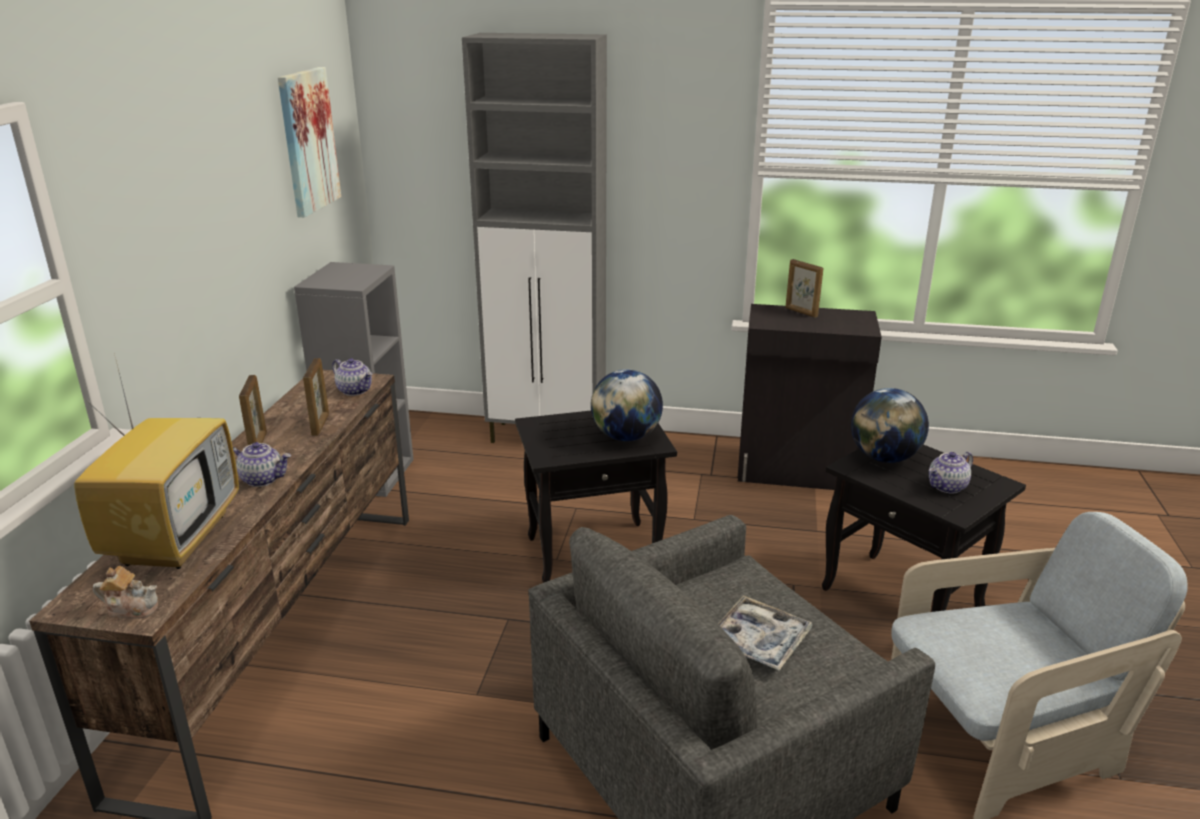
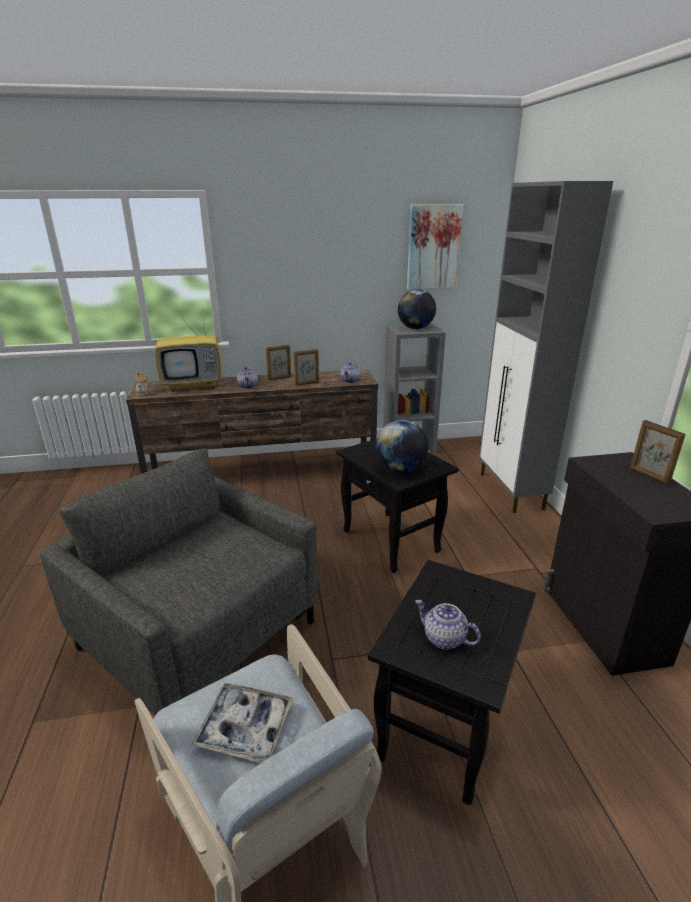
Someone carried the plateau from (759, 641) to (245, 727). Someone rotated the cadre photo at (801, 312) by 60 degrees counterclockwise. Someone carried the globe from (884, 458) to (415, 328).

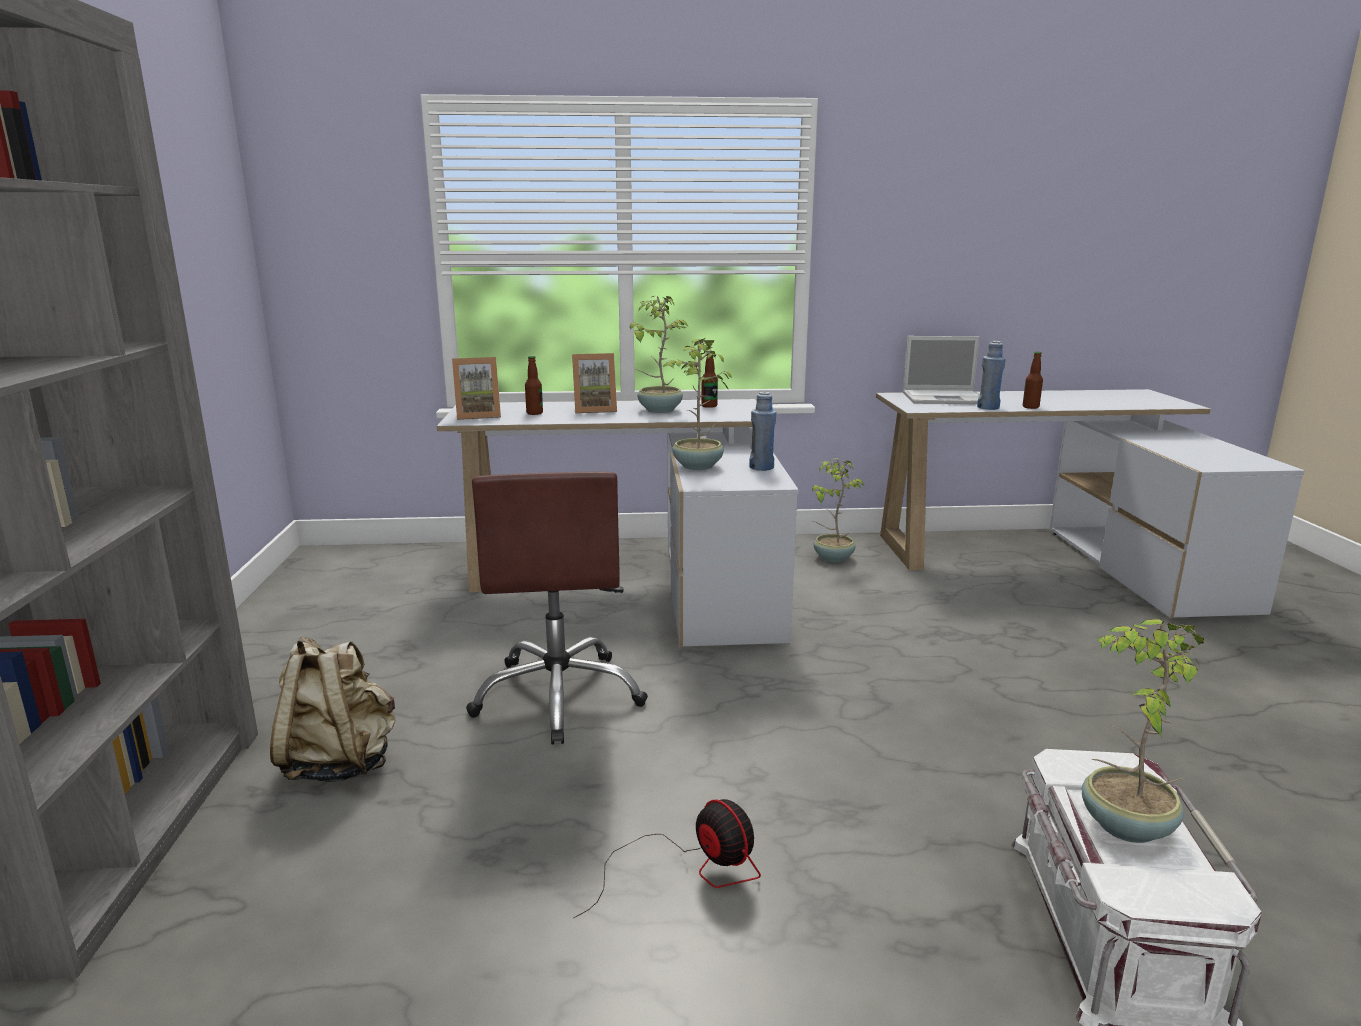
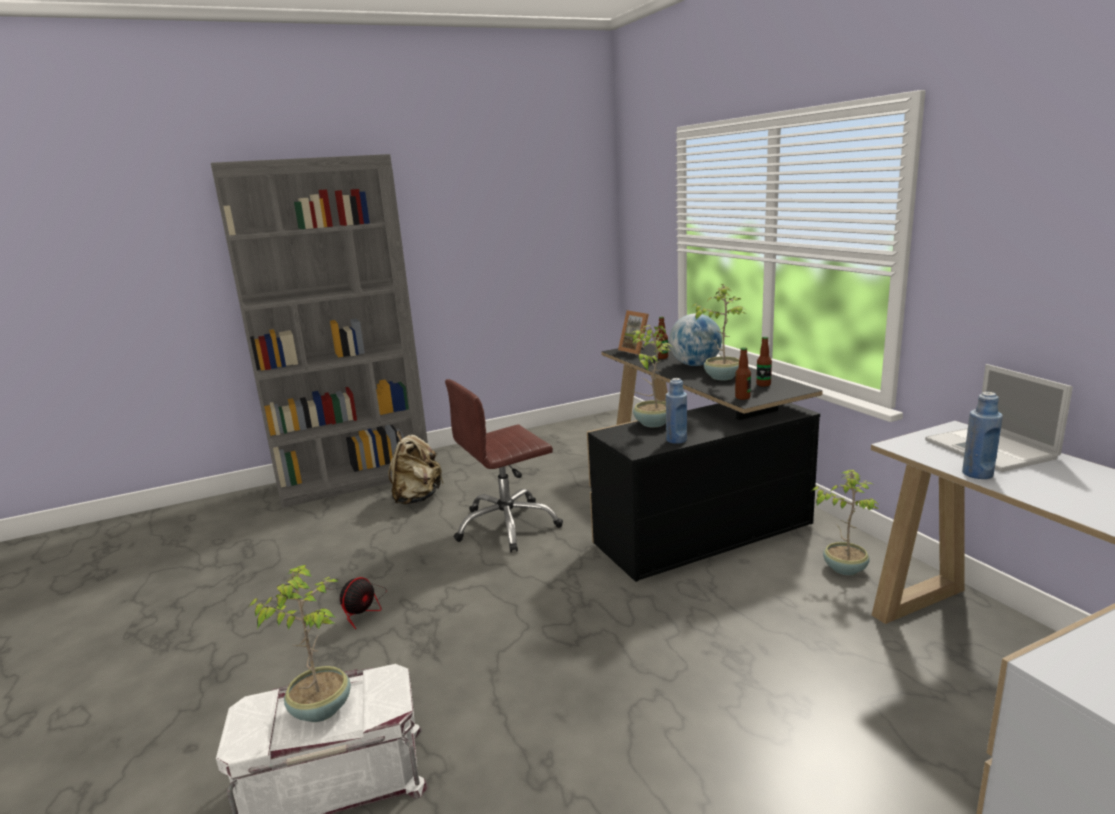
Someone repainted the bureau [blanc] at (642, 580), which became the bureau [noir] at (689, 504). Someone swapped the cadre photo at (594, 410) for the globe at (695, 365). Someone carried the bouteille from (1030, 407) to (742, 397).

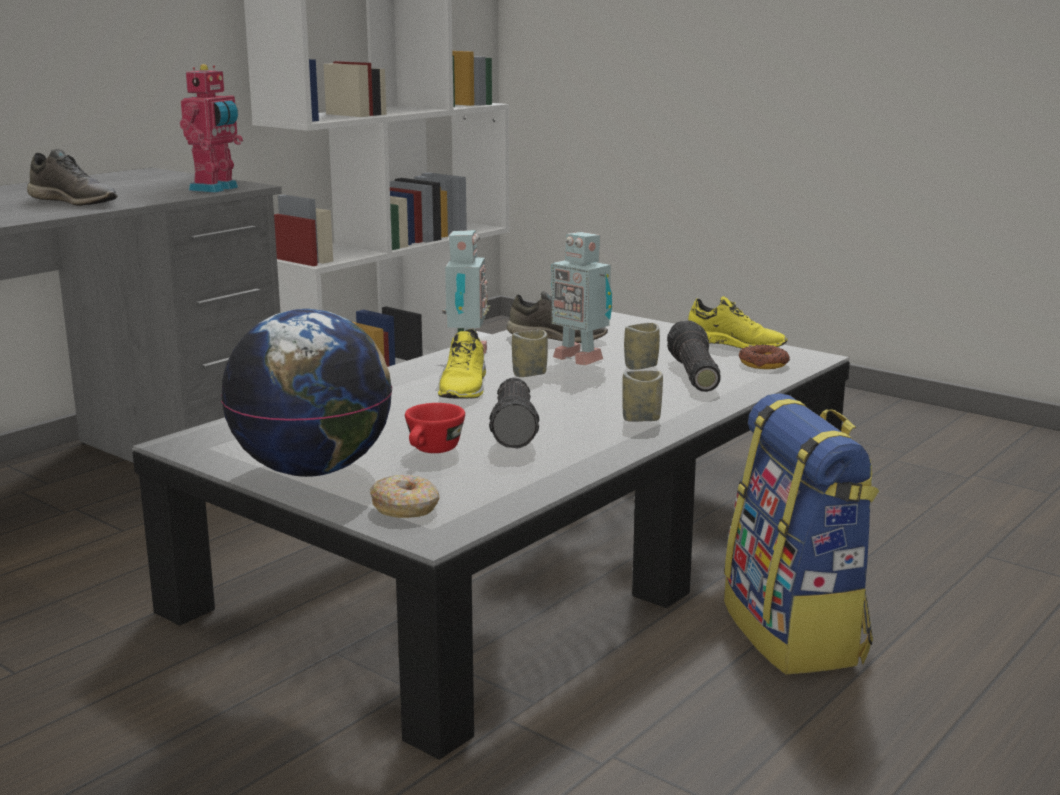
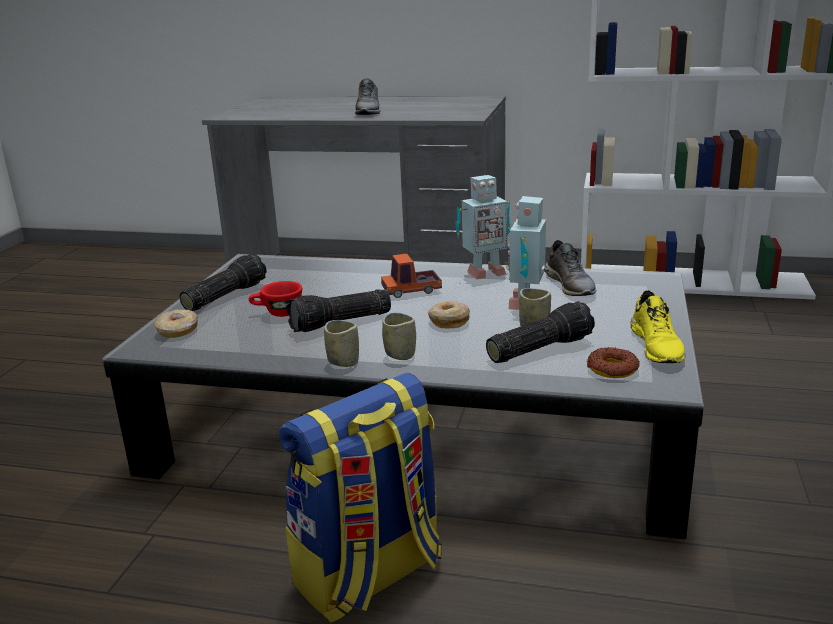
Someone took away the robot jouet at (216, 189). Someone swapped the globe at (313, 470) for the lampe de poche at (224, 296). Someone swapped the chaussure [jaune] at (465, 388) for the camion jouet at (411, 290). Someone carried the tasse from (529, 374) to (343, 362). Someone put down the beignet at (448, 321).

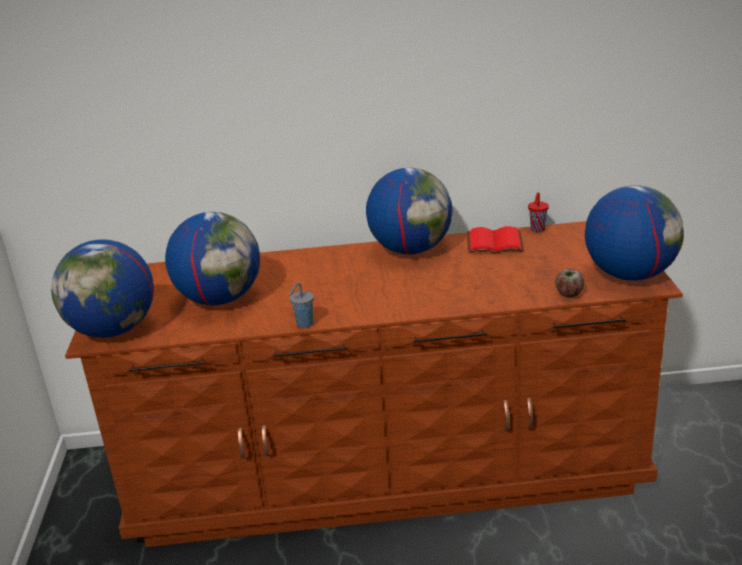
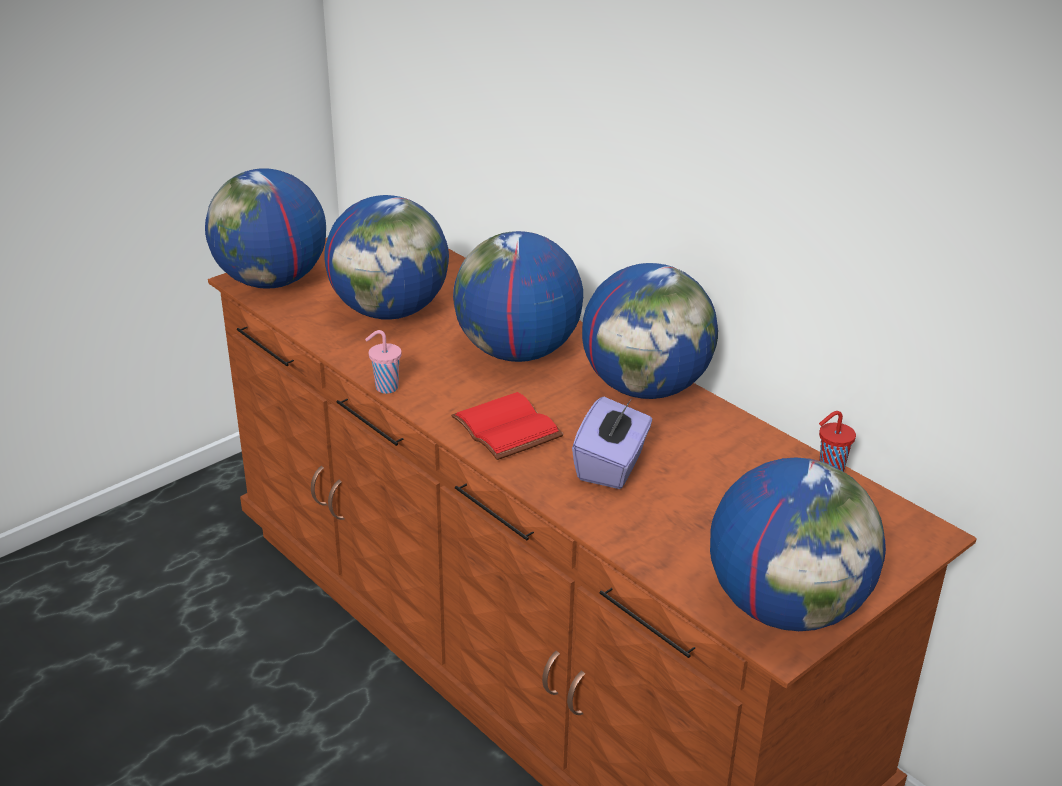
Someone repainted the tasse [gris] at (304, 324), which became the tasse [rose] at (385, 387). Someone carried the livre [rouge] from (495, 242) to (510, 428). Someone took away the pomme at (569, 294). Someone put down the globe at (517, 352). Someone put down the boîte à mouchoirs [violet] at (611, 465).

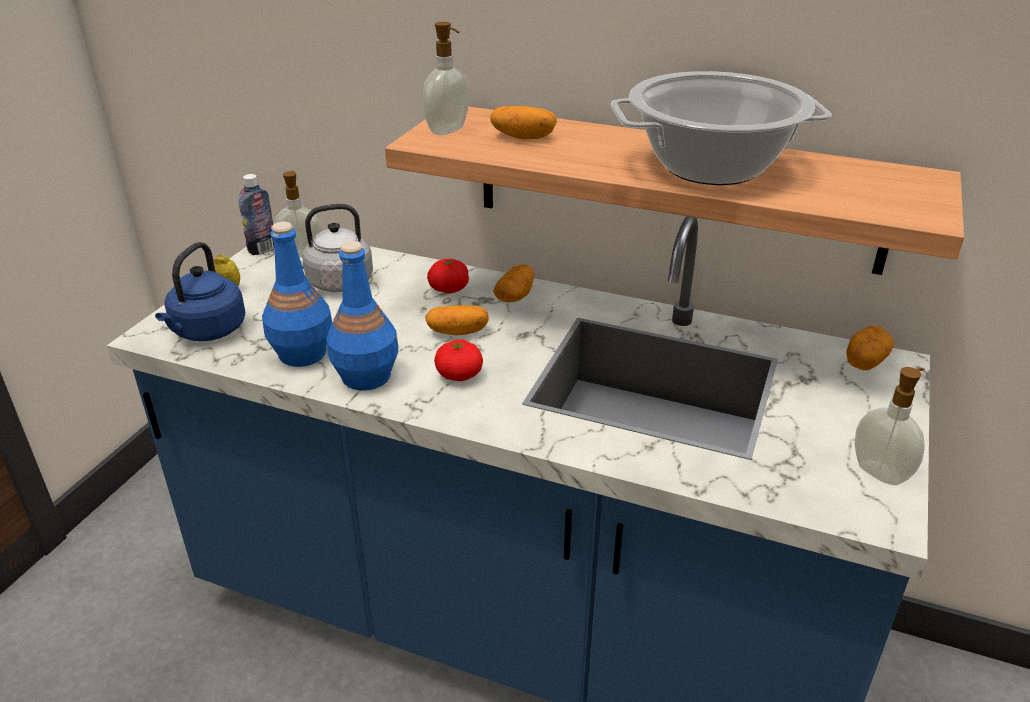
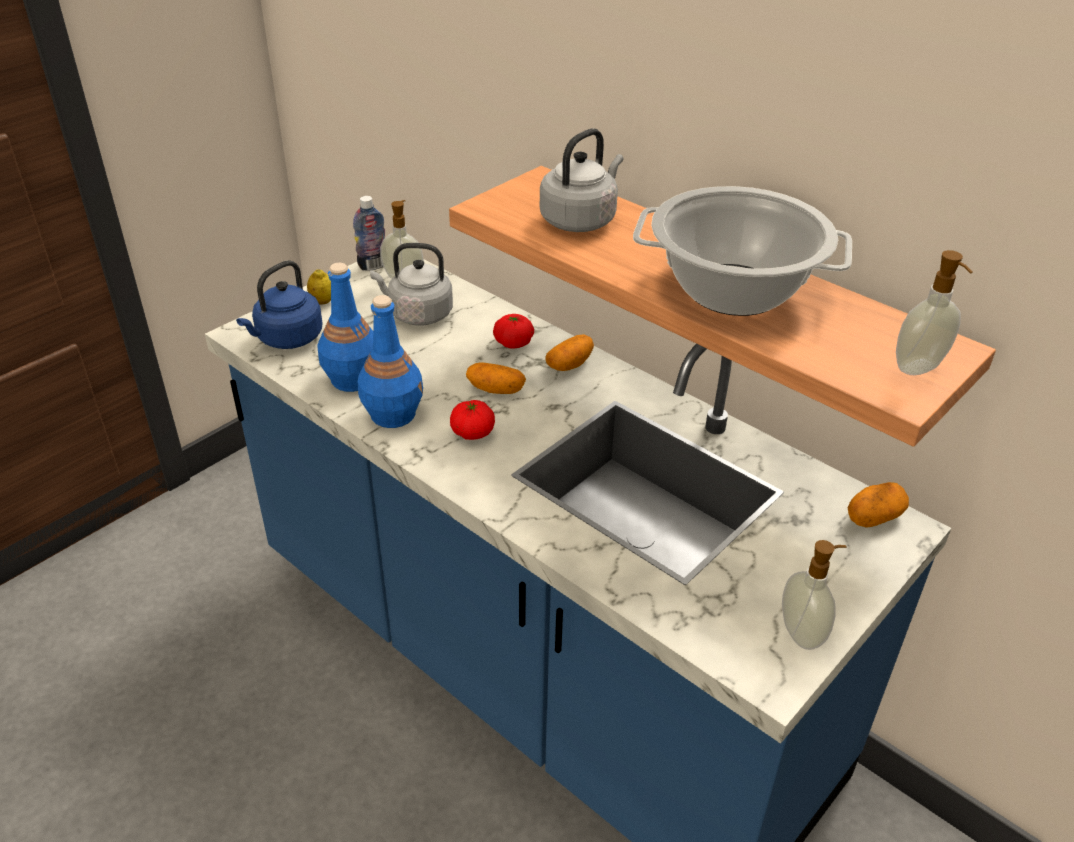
Someone carried the distributeur de savon from (448, 131) to (919, 368). Someone swapped the pomme de terre at (523, 137) for the bouilloire [gris] at (580, 220).

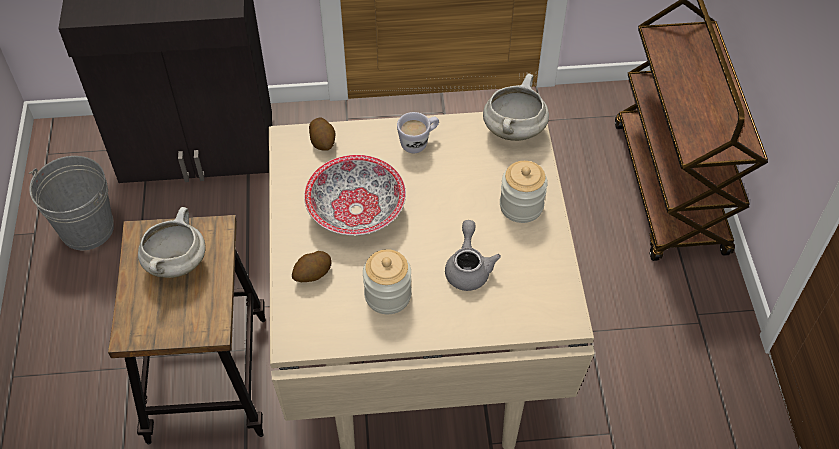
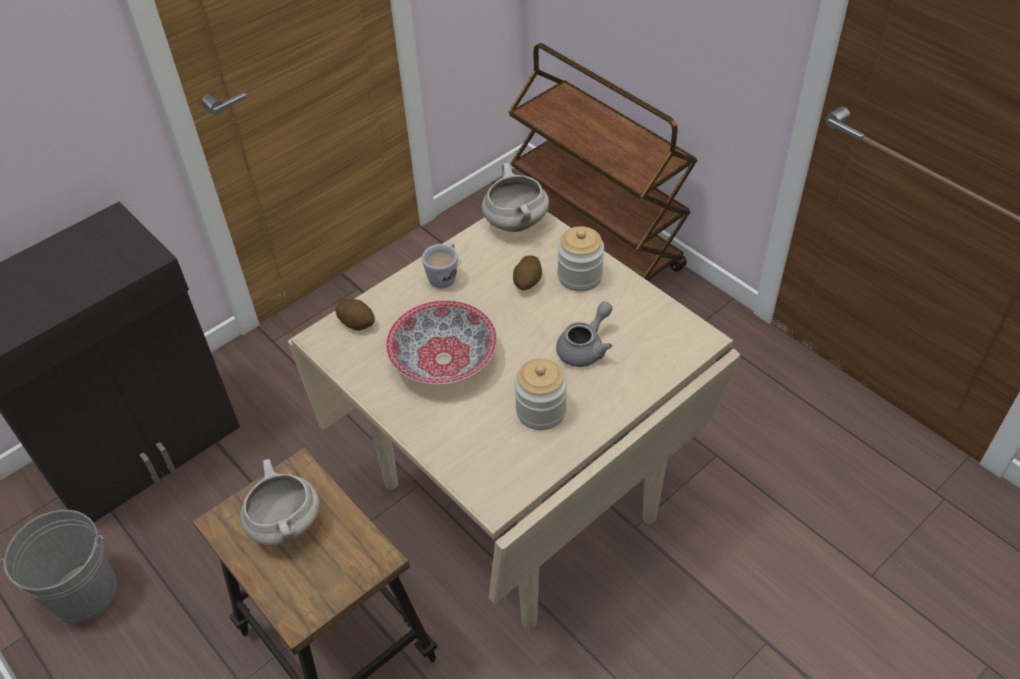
Someone carried the pomme de terre from (312, 274) to (528, 282). Someone rotated the théière [gris] at (468, 268) by 75 degrees clockwise.

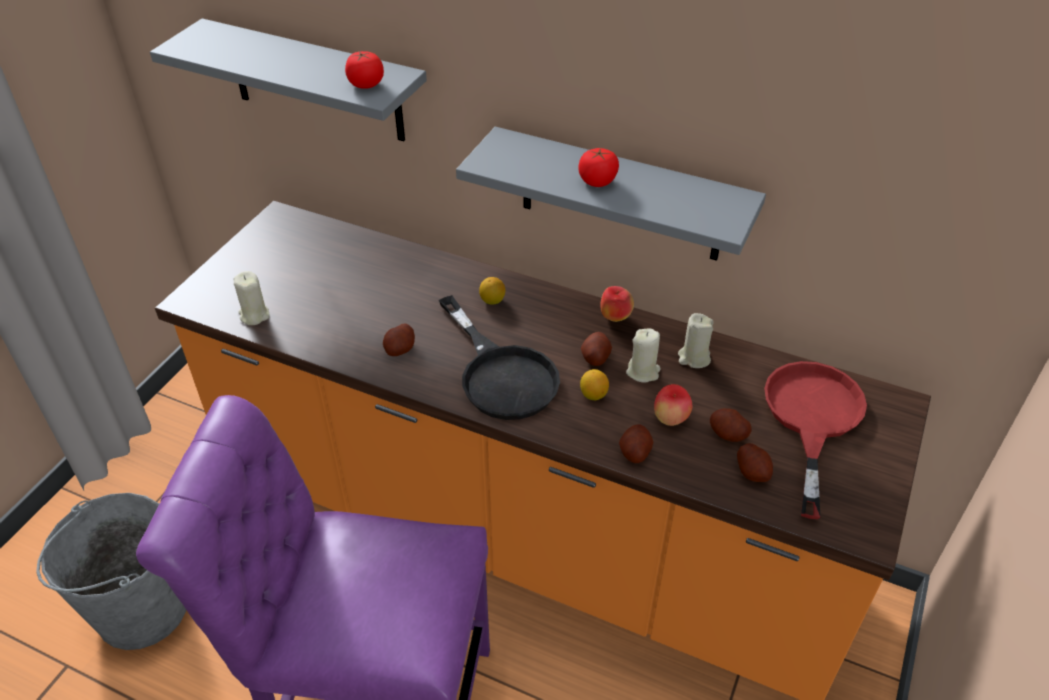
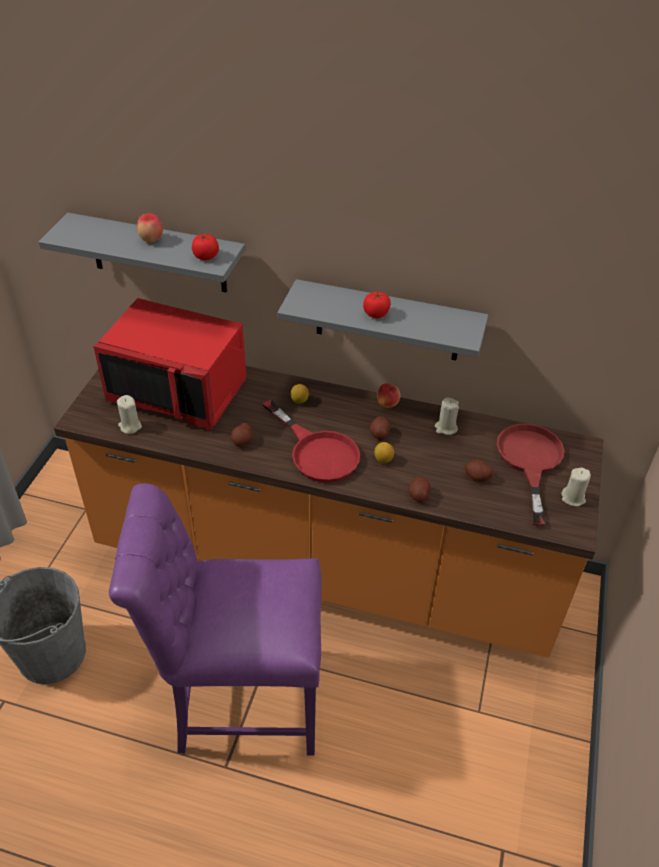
Someone repainted the poêle [noir] at (501, 374), which became the poêle [rouge] at (317, 451). Someone carried the bougie [beige] from (643, 372) to (573, 498). Someone carried the pomme from (670, 419) to (151, 240). Someone took away the pomme de terre at (752, 472). Someone put down the micro-ondes [rouge] at (179, 390).

